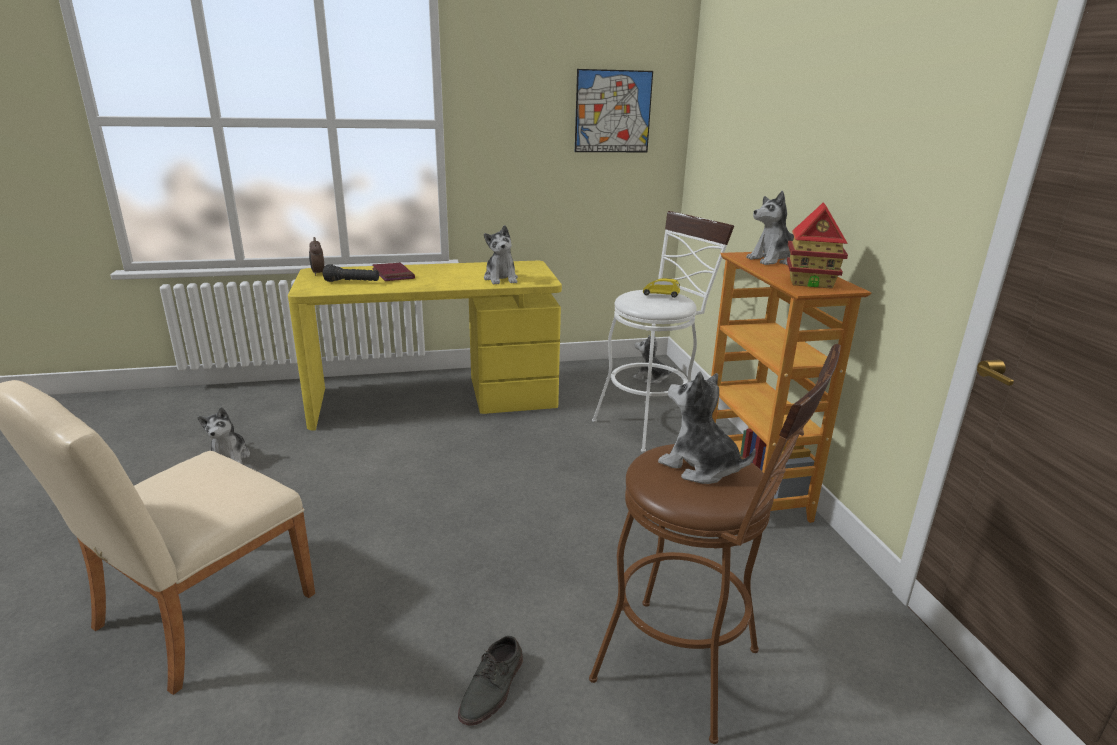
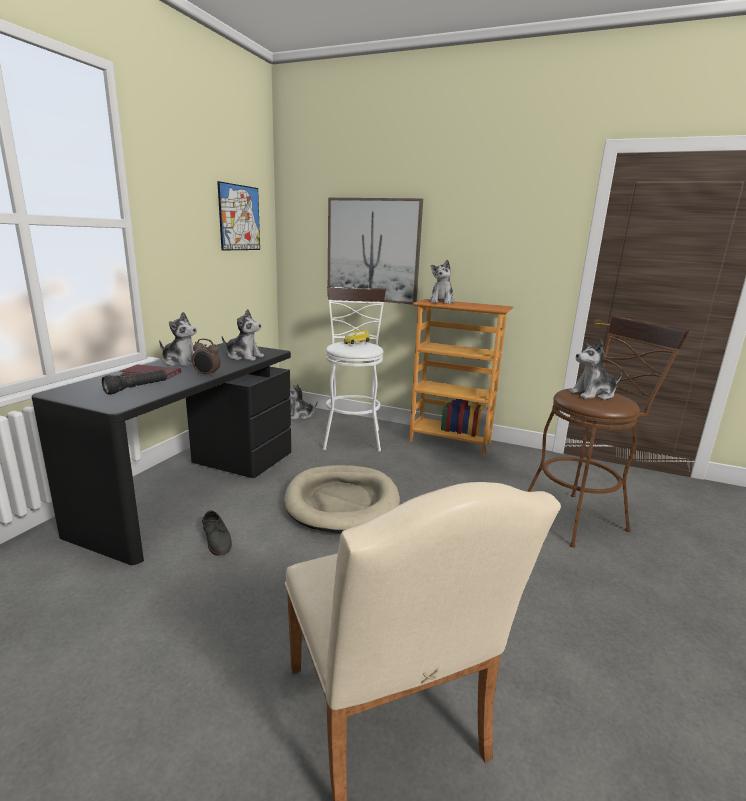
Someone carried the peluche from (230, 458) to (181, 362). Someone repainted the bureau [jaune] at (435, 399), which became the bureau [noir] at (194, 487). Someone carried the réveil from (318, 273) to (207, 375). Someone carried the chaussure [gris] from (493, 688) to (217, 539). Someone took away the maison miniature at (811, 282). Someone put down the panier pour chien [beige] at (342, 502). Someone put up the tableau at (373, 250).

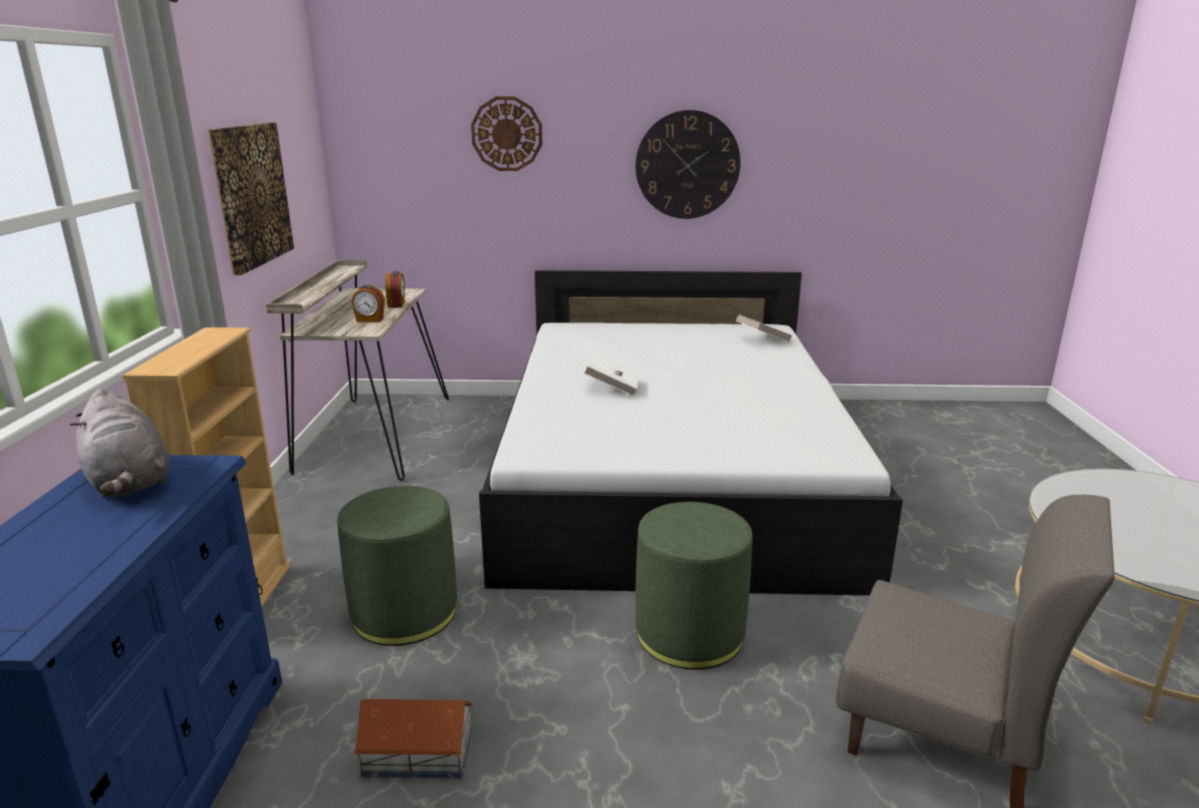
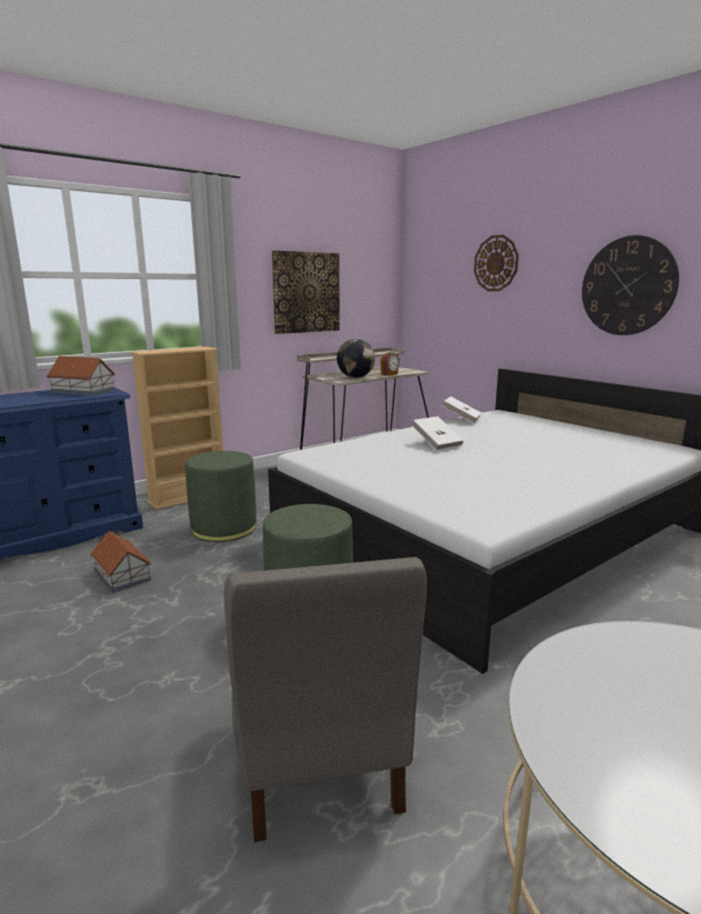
Someone swapped the peluche [gris] at (129, 483) for the maison miniature at (83, 391). Someone swapped the réveil at (370, 320) for the globe at (356, 377). Someone carried the livre [blanc] from (763, 340) to (461, 419).

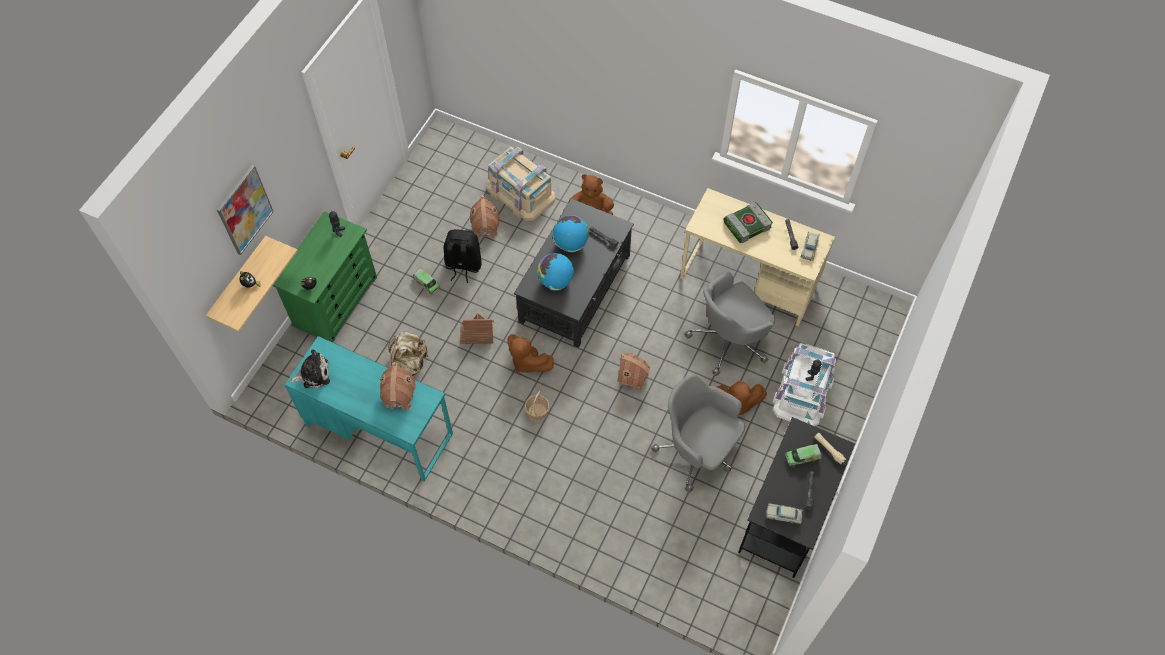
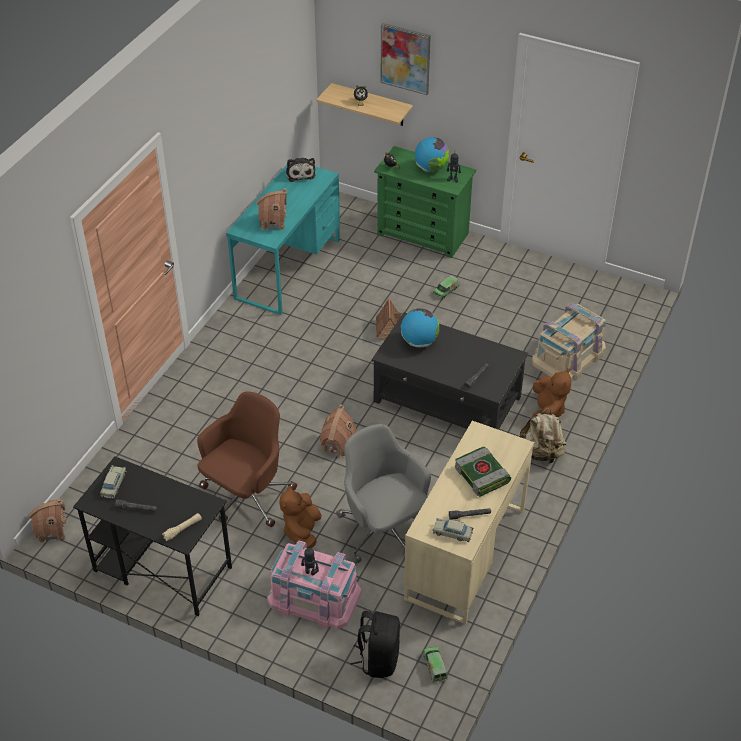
Someone carried the sac à dos [beige] from (409, 364) to (541, 453). Someone carried the sac à dos [noir] from (463, 265) to (378, 659). Someone carried the maison miniature from (485, 228) to (52, 530). Someone took away the peluche [marron] at (527, 361). Someone took away the panier at (537, 412). Someone carried the globe from (571, 243) to (431, 168). Someone repainted the chaise de bureau [gris] at (698, 451), which became the chaise de bureau [marron] at (246, 496). Someone repainted the boîte de rangement [blanc] at (803, 392), which became the boîte de rangement [rose] at (314, 597). Someone carried the camion jouet from (802, 457) to (435, 667).

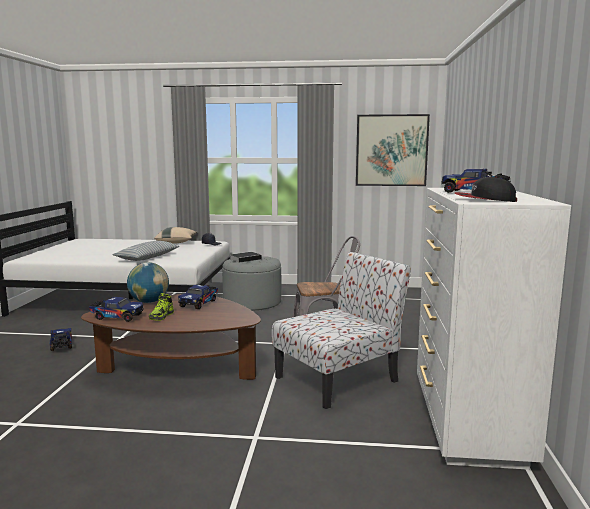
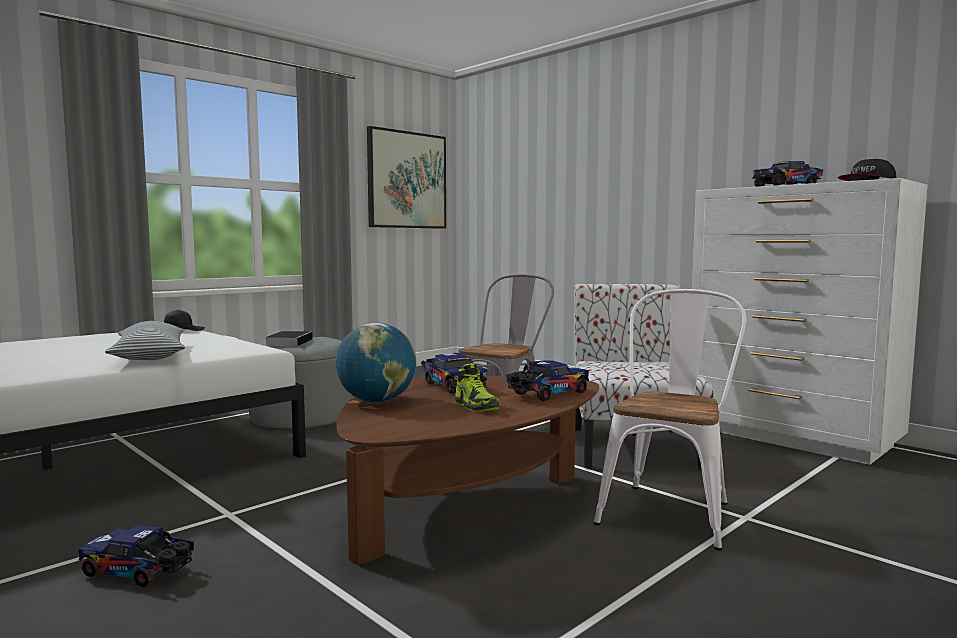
Someone carried the camion jouet from (116, 317) to (546, 395). Someone took away the coussin [beige] at (176, 242). Someone put down the chaise [blanc] at (670, 509).

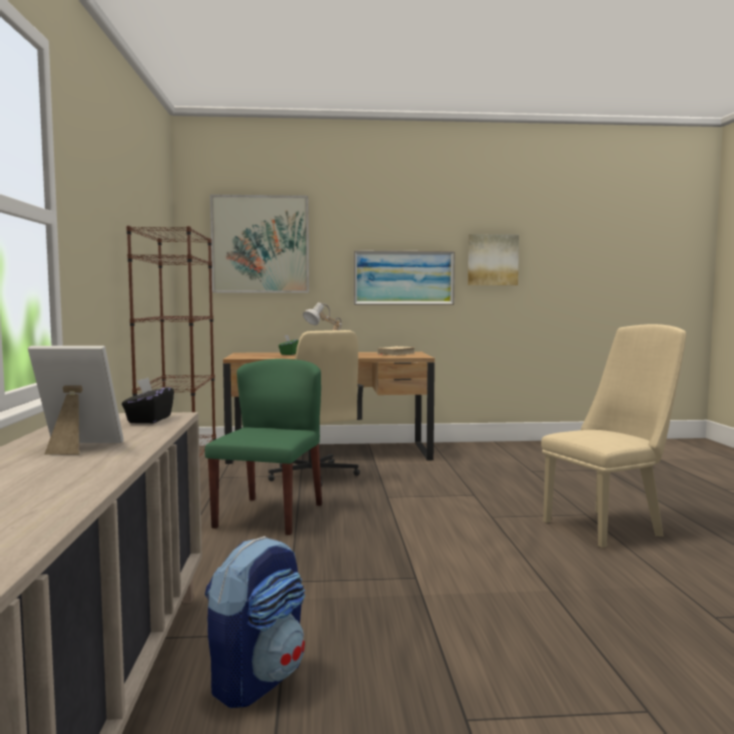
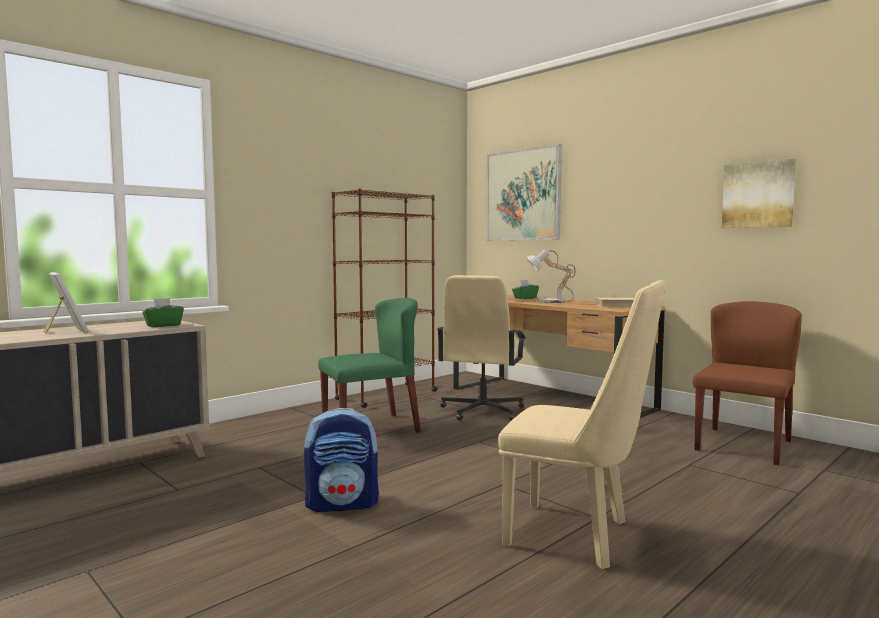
Someone repainted the boîte à mouchoirs [noir] at (149, 420), which became the boîte à mouchoirs [vert] at (163, 325). Someone carried the sac à dos from (257, 679) to (343, 504). Someone took away the tableau at (403, 278). Someone put down the chaise [marron] at (743, 445).

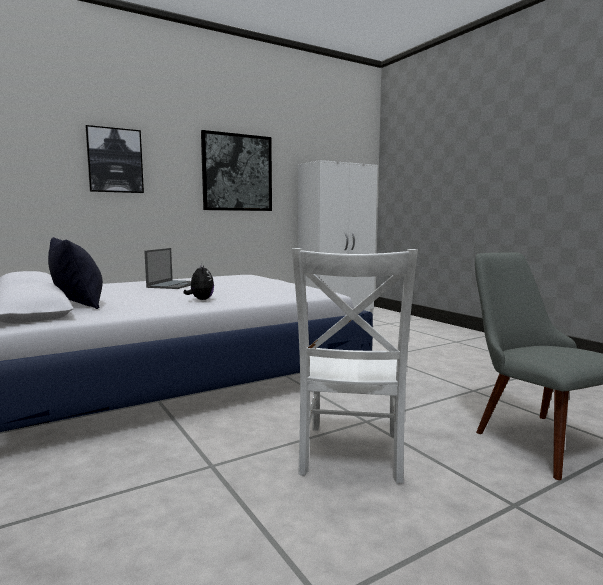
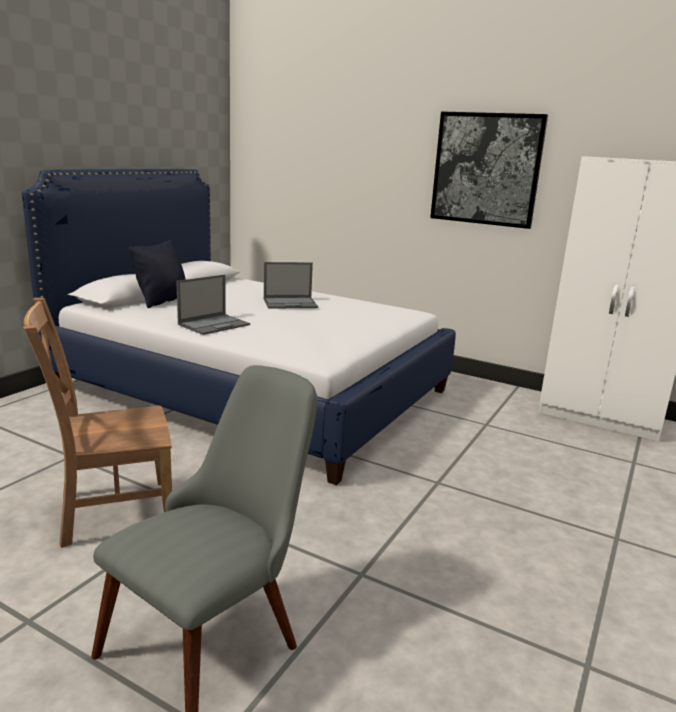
Someone took away the tableau at (115, 160). Someone swapped the peluche at (200, 300) for the ordinateur portable at (214, 324). Someone repainted the chaise [blanc] at (351, 455), which became the chaise [marron] at (110, 512).

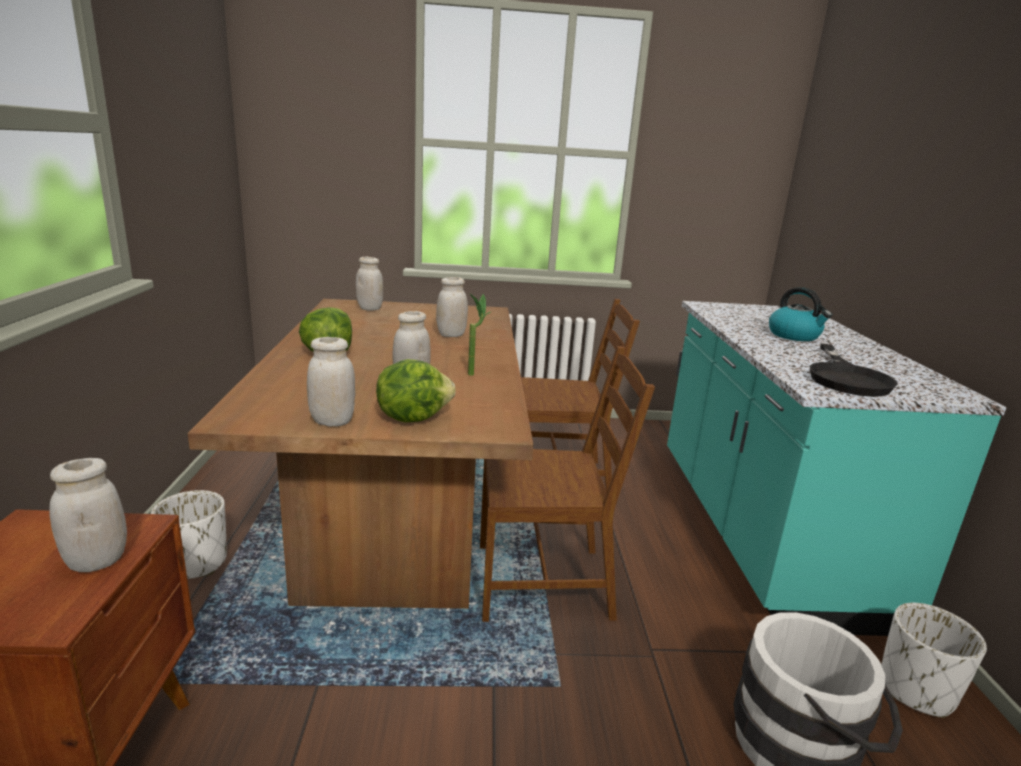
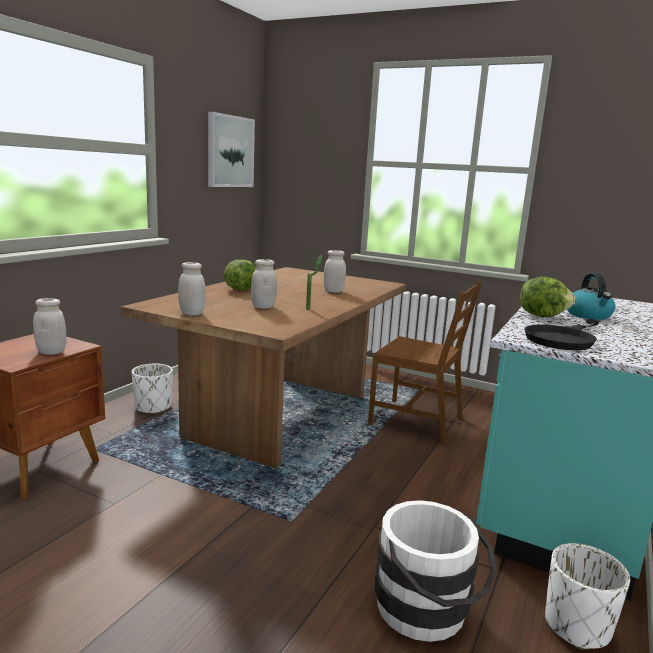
Someone took away the bocal [blanc] at (370, 308). Someone carried the laitue from (412, 417) to (541, 316). Someone took away the chaise [marron] at (544, 581). Someone put up the tableau at (230, 151).

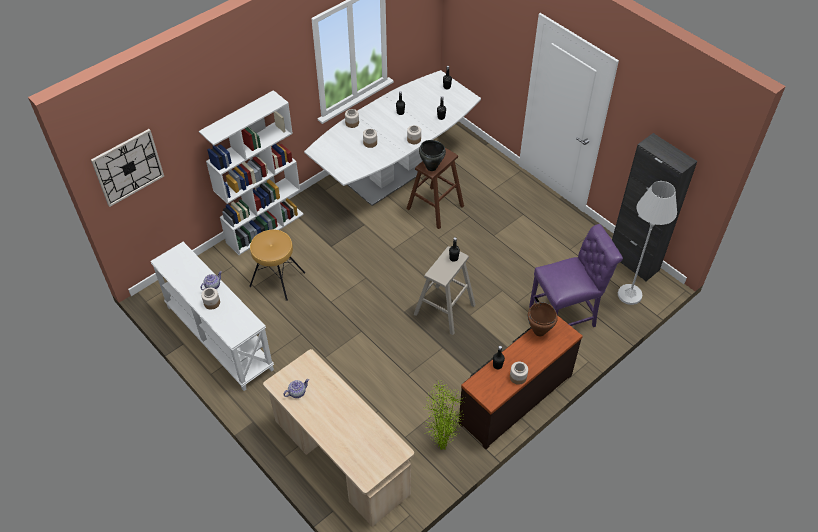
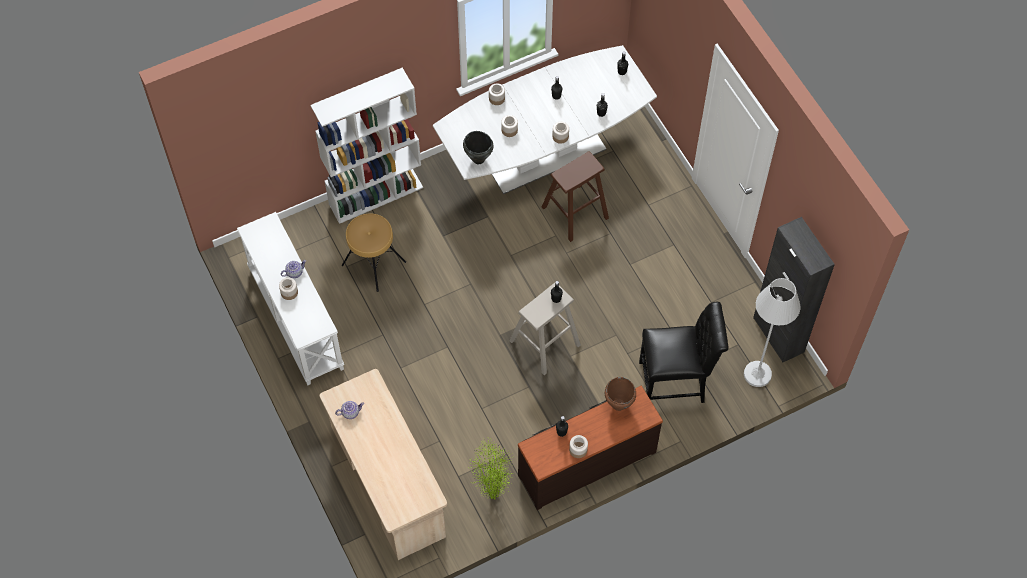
Someone took away the horloge murale at (128, 167). Someone carried the marmite [noir] from (431, 167) to (478, 159). Someone repainted the chaise [violet] at (566, 316), which became the chaise [noir] at (676, 382).

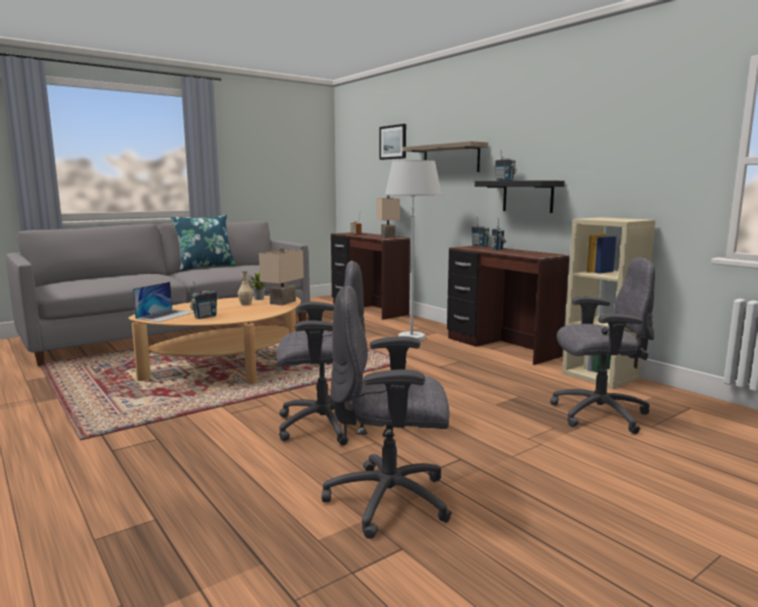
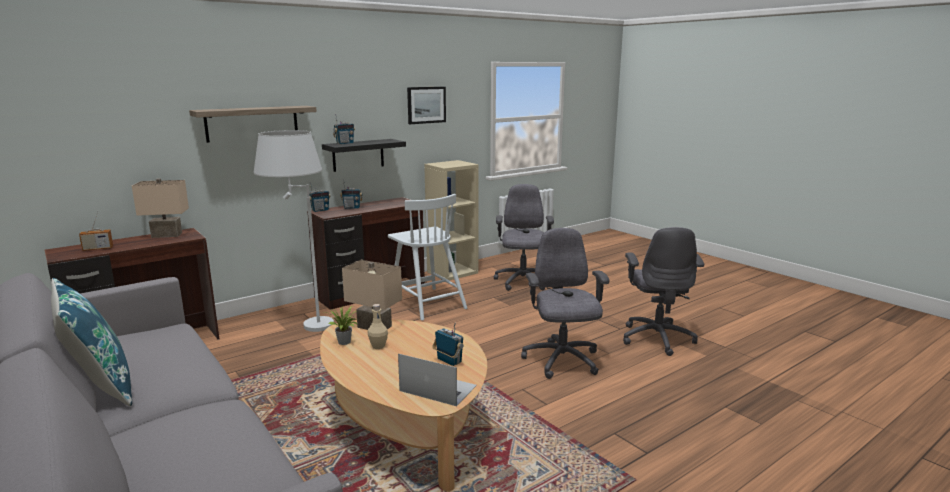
Someone carried the tableau from (393, 142) to (426, 105). Someone put down the chaise [blanc] at (427, 303).

